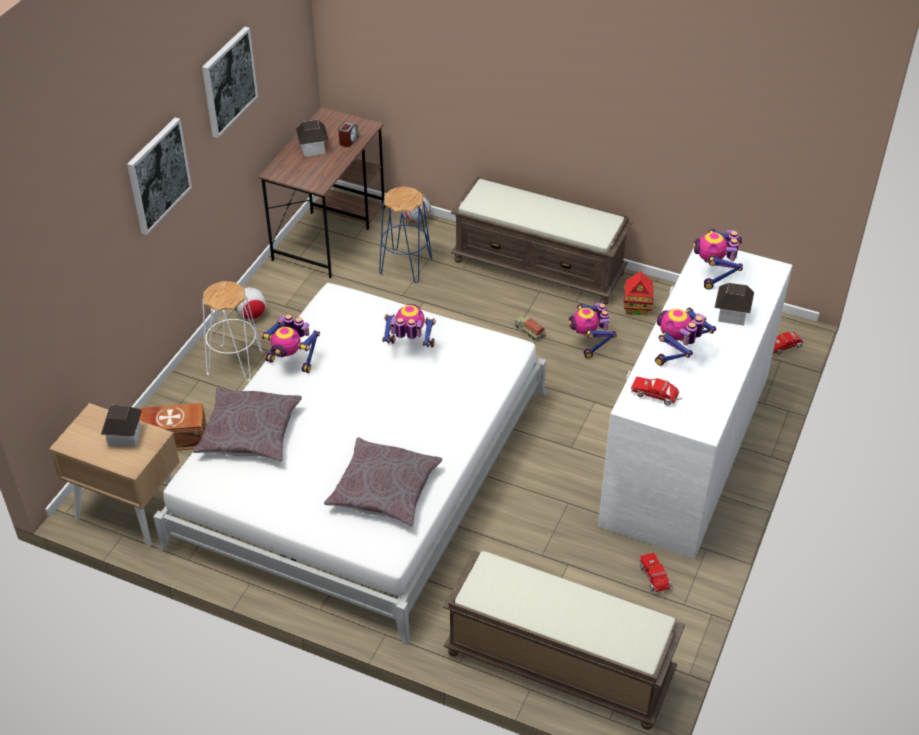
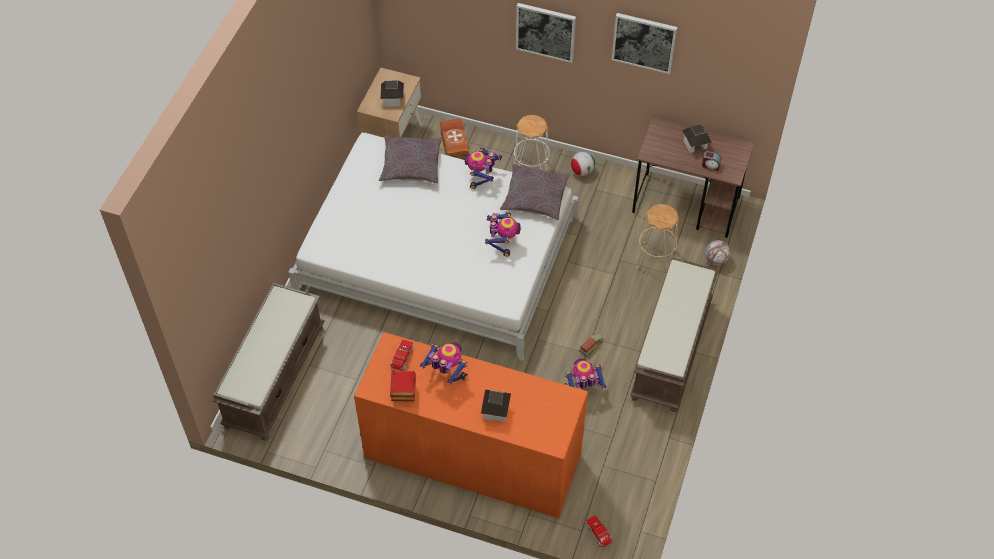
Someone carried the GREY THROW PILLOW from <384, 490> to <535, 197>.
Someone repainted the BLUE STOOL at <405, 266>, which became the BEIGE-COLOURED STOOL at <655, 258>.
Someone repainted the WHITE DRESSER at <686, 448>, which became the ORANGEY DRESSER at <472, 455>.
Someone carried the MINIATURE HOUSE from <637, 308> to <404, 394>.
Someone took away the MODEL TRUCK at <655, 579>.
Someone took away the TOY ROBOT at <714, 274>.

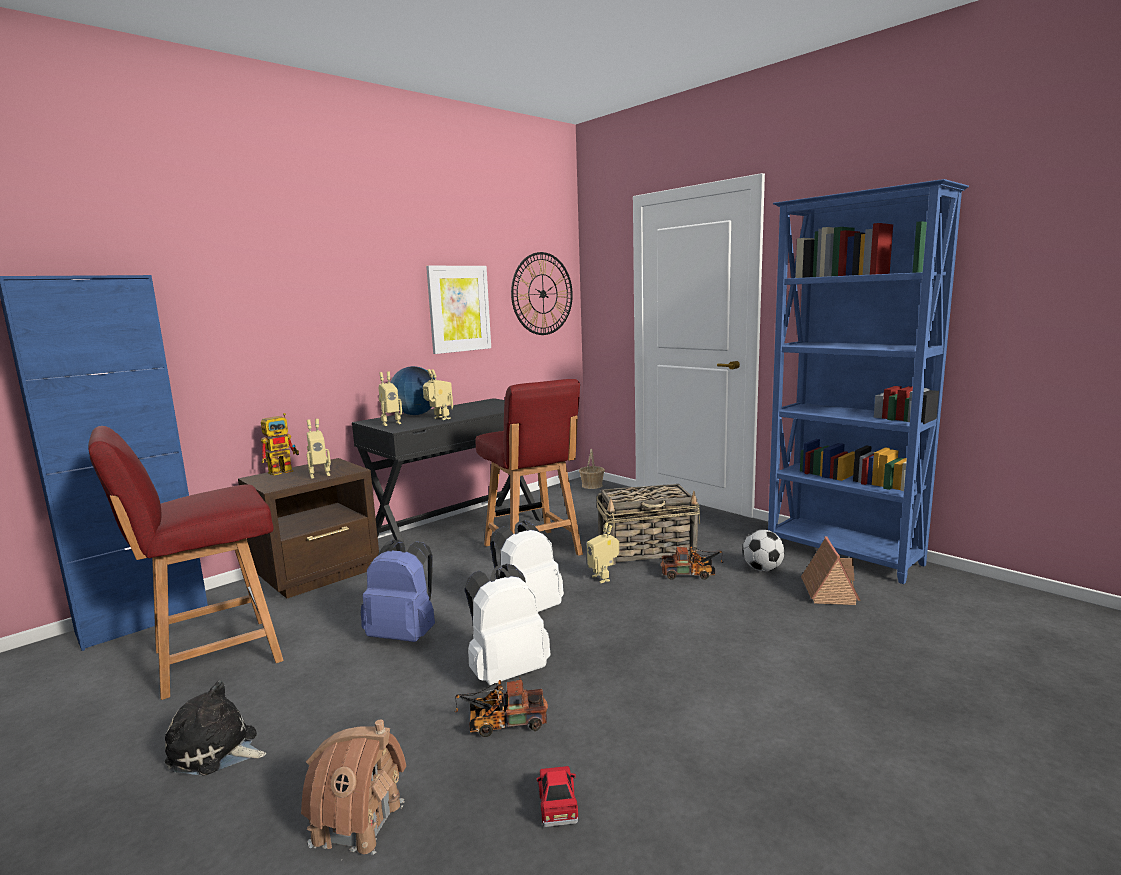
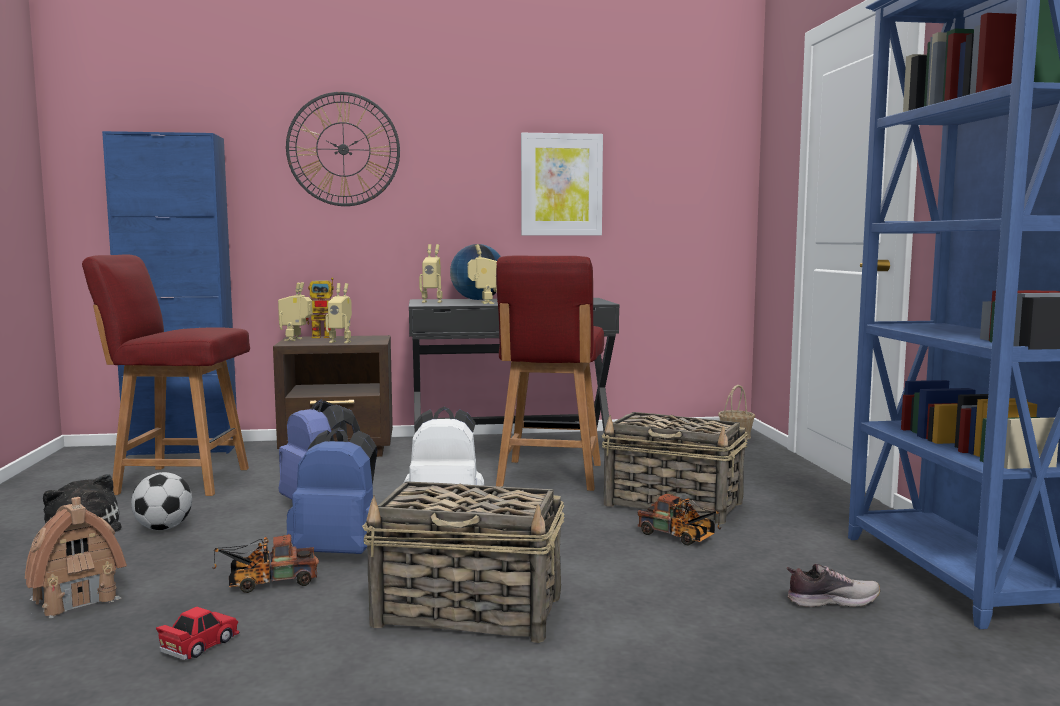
Someone rotated the MODEL TRUCK at <502, 724> by 45 degrees counterclockwise.
Someone repainted the WHITE BACKPACK at <506, 672>, which became the BLUE BACKPACK at <340, 553>.
Someone carried the CLOCK ON THE WALL from <542, 294> to <343, 149>.
Someone carried the TOY ROBOT from <604, 578> to <296, 339>.
Someone carried the FOOTBALL BALL from <762, 569> to <164, 528>.
Someone swapped the MINIATURE HOUSE at <828, 591> for the ITEM OF FOOTWEAR at <831, 601>.
Someone put down the STORAGE BASKET at <470, 612>.

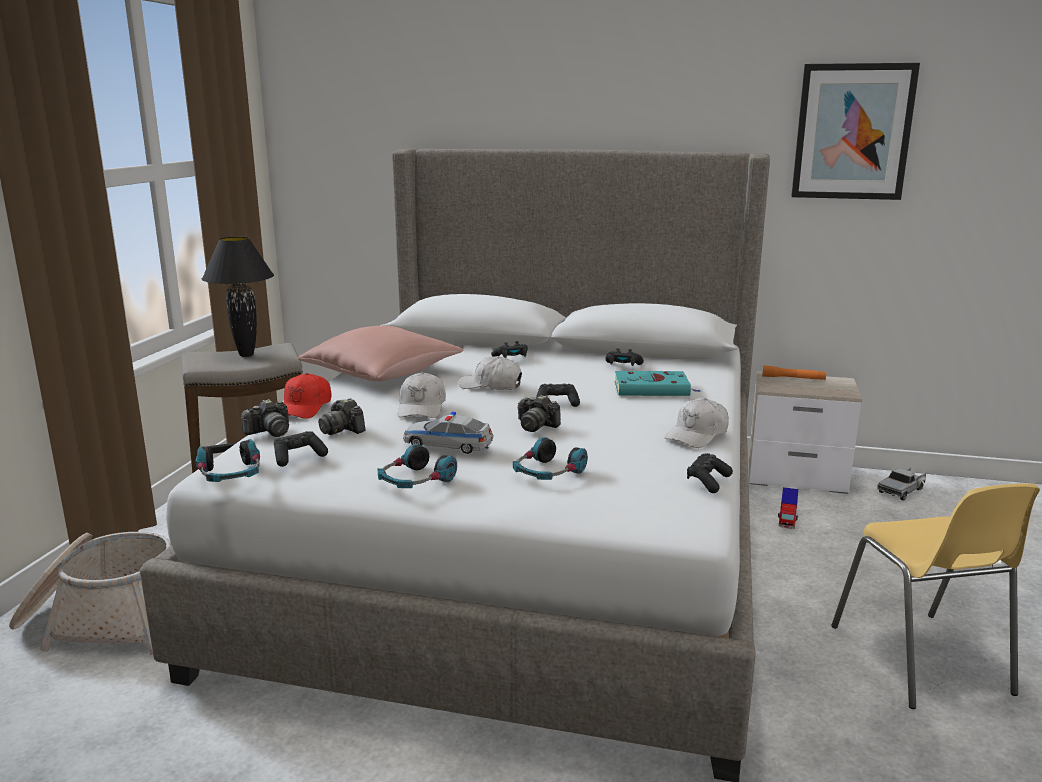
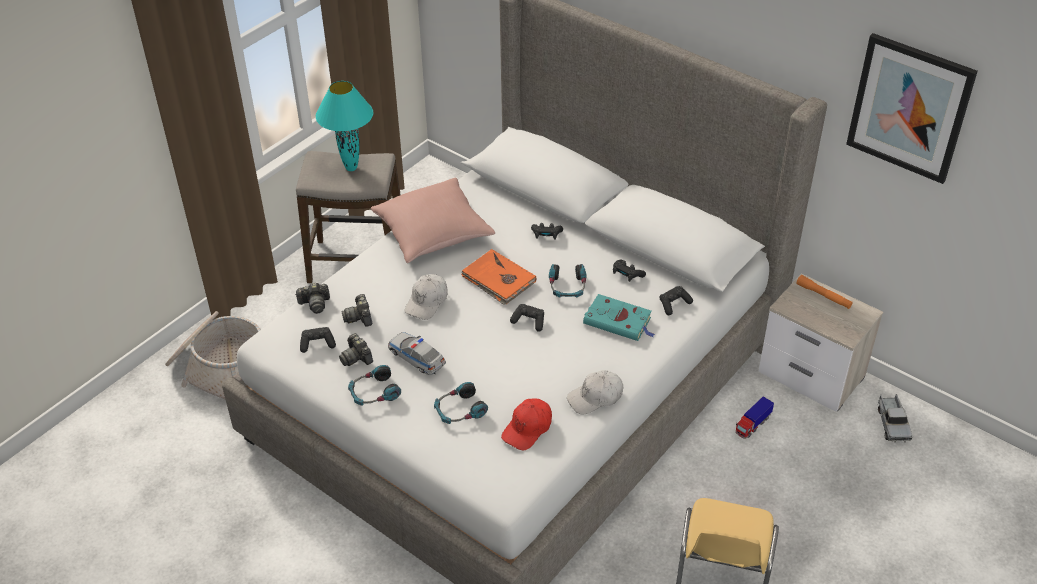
Someone carried the HEADSET from <231, 475> to <567, 287>.
Someone repainted the BLACK TABLE LAMP at <247, 355>, which became the TURQUOISE-COLOURED TABLE LAMP at <351, 168>.
Someone carried the RED CAP from <305, 408> to <528, 429>.
Someone swapped the WHITE CAP at <491, 386> for the ORANGEY BOUND BOOK at <498, 280>.
Someone carried the PHOTO CAMERA from <536, 426> to <356, 357>.
Someone carried the BLACK GAMEPAD from <708, 482> to <674, 304>.
Someone rotated the MODEL TRUCK at <902, 490> by 75 degrees counterclockwise.

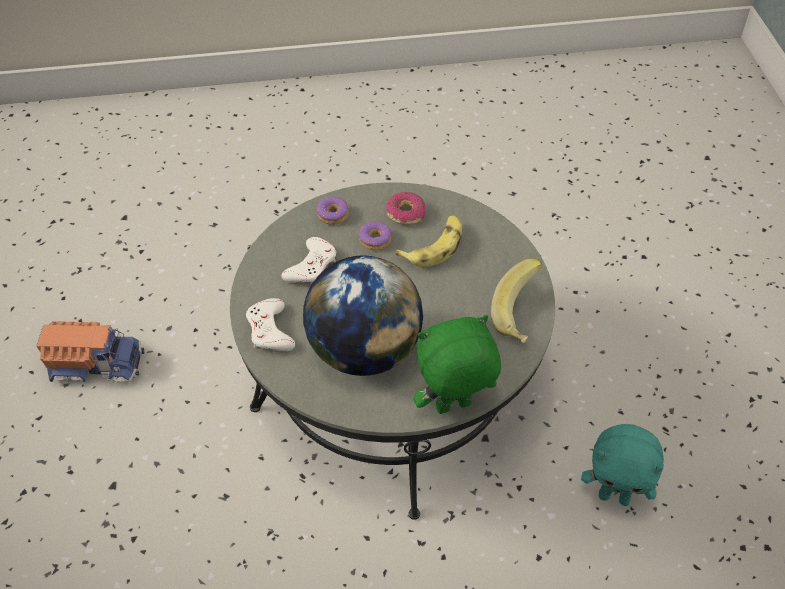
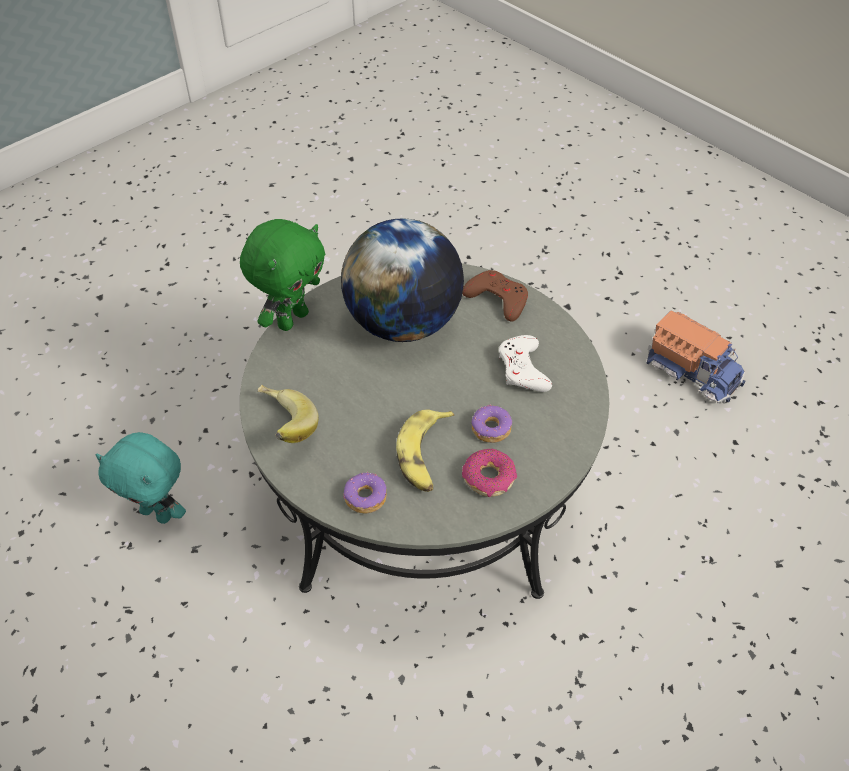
Someone rotated the MODEL TRUCK at <95, 363> by 105 degrees counterclockwise.
Someone repainted the WHITE GAMEPAD at <270, 330>, which became the BROWN GAMEPAD at <497, 299>.
Someone carried the DONUT from <333, 215> to <365, 497>.
Someone rotated the TURQUOISE-COLOURED CUDDLY TOY at <614, 496> by 135 degrees counterclockwise.

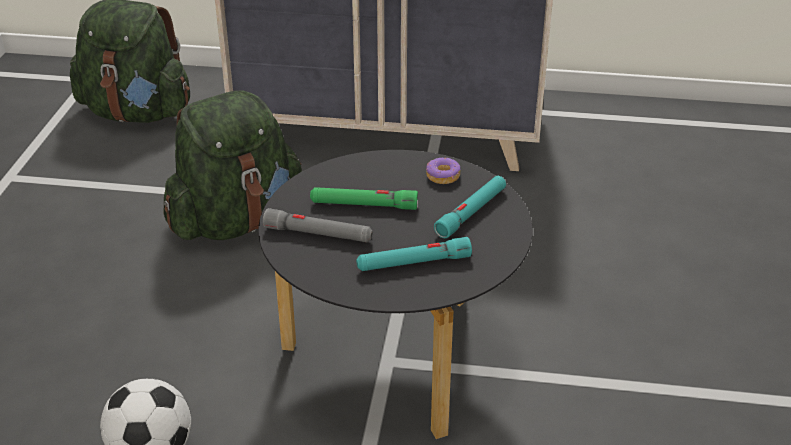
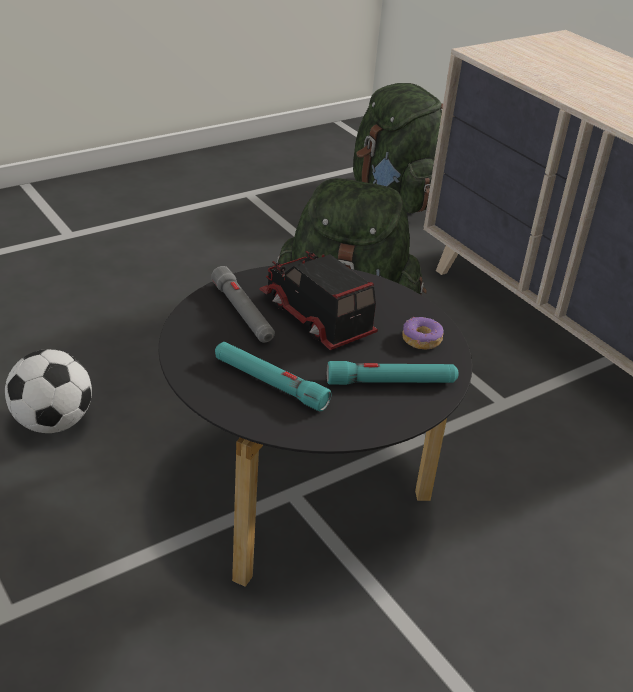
Someone swapped the GREEN FLASHLIGHT at <364, 205> for the MODEL TRUCK at <315, 317>.

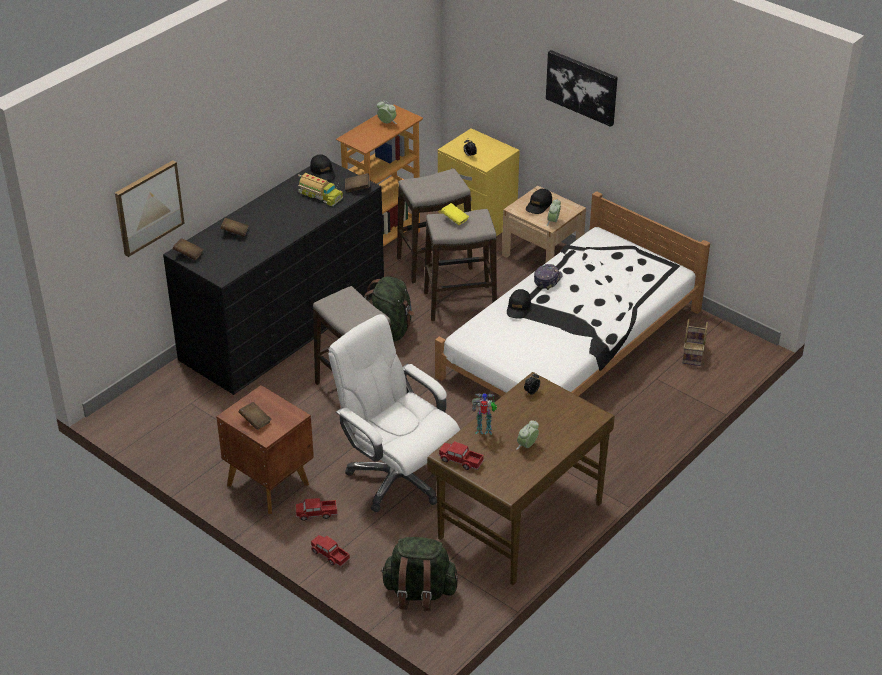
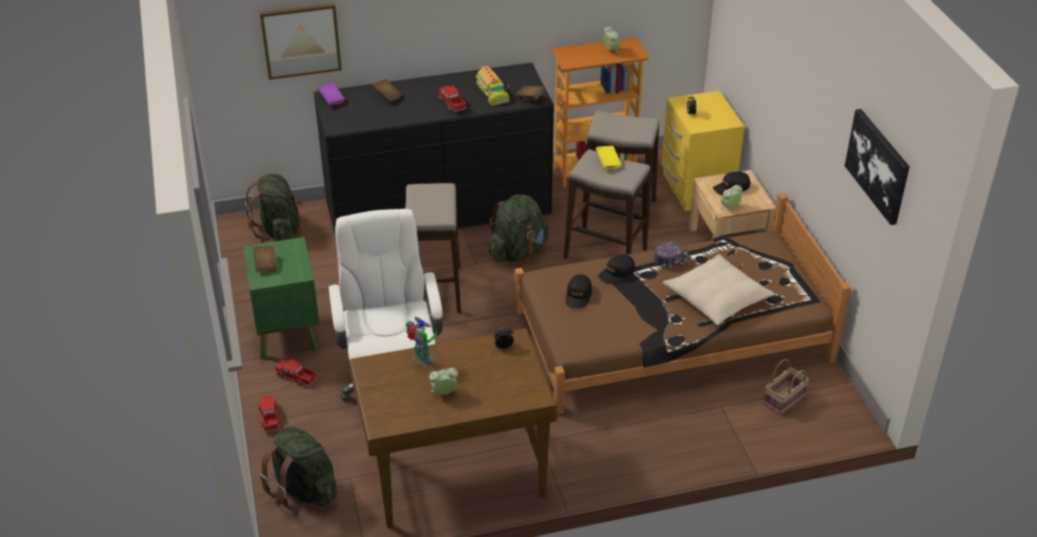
Someone repainted the BROWN BOUND BOOK at <188, 255>, which became the PURPLE BOUND BOOK at <331, 100>.
Someone repainted the BROWN BEDSIDE TABLE at <268, 483>, which became the GREEN BEDSIDE TABLE at <287, 333>.
Someone carried the BLACK CAP from <323, 172> to <578, 295>.
Someone repainted the WHITE BEDROOM BED at <571, 343>, which became the BROWN BEDROOM BED at <671, 335>.
Someone carried the MODEL TRUCK from <460, 461> to <452, 104>.
Someone carried the WALL PICTURE from <582, 87> to <878, 165>.
Someone put down the GREEN BACKPACK at <279, 230>.
Someone put down the BEIGE-COLOURED THROW PILLOW at <716, 298>.

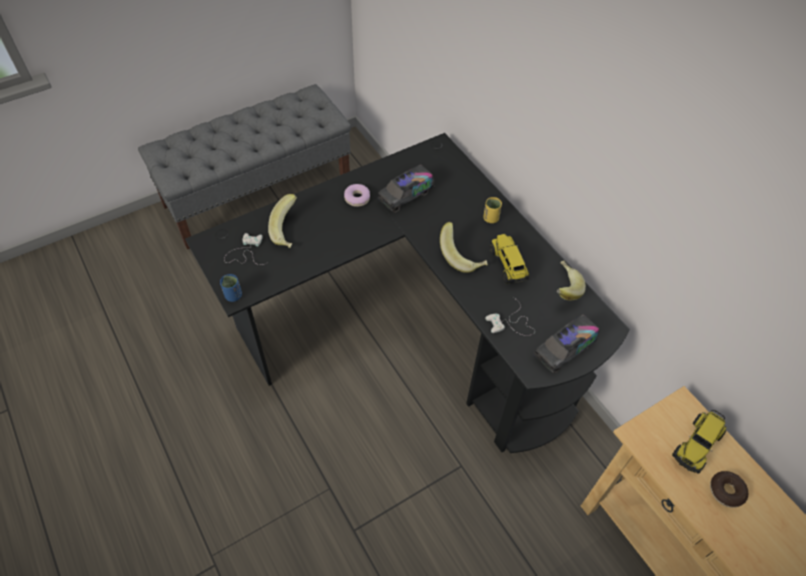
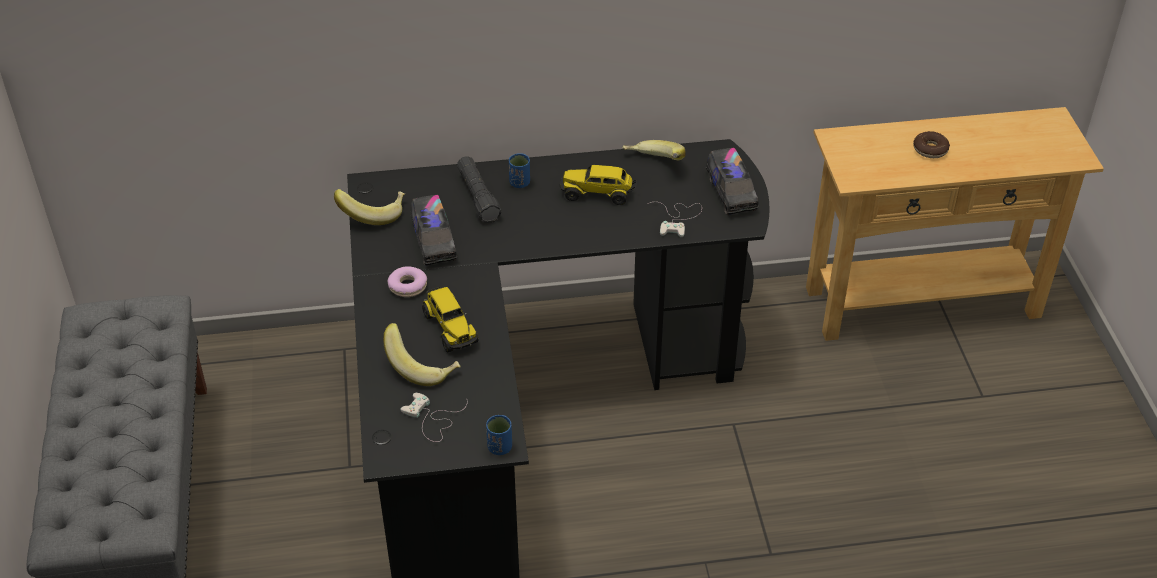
Someone carried the WHOLE BANANA from <462, 257> to <373, 214>.
Someone repainted the YELLOW SMALL CUP at <490, 218>, which became the BLUE SMALL CUP at <519, 183>.
Someone carried the MODEL TRUCK from <697, 445> to <450, 328>.
Someone put down the BLACK FLASHLIGHT at <478, 197>.

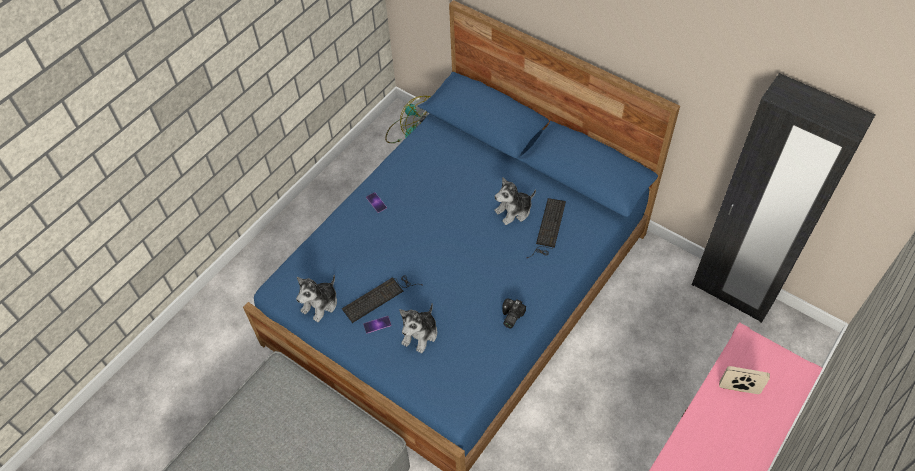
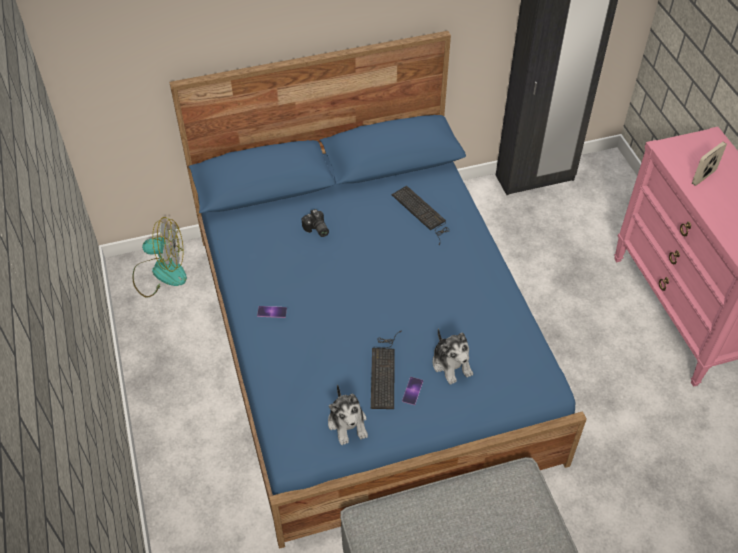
Someone took away the CUDDLY TOY at <514, 211>.
Someone carried the PHOTO CAMERA from <510, 316> to <316, 230>.

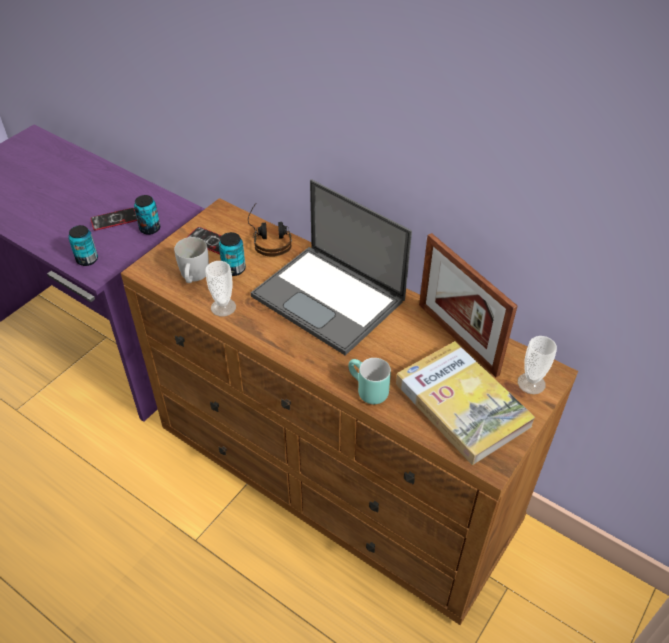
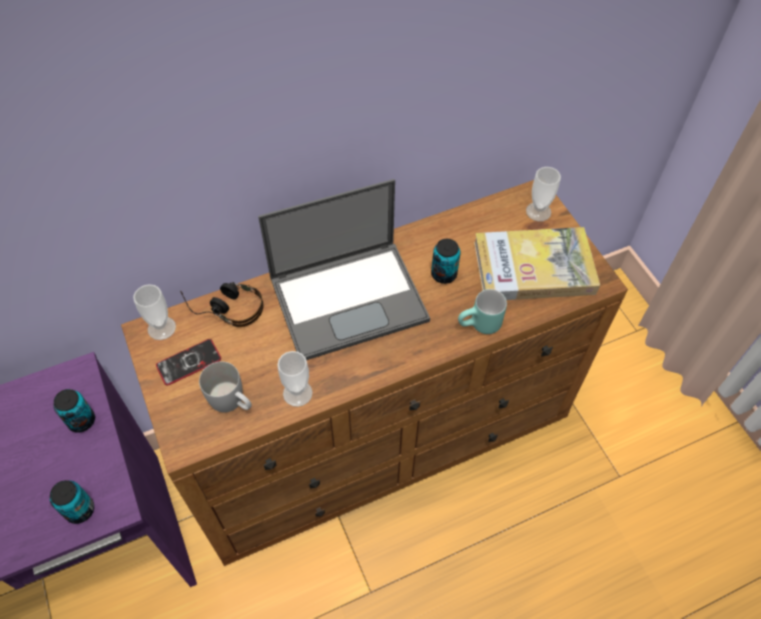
Someone took away the HANDSET at <114, 220>.
Someone carried the CAN from <234, 269> to <444, 274>.
Someone took away the PICTURE FRAME at <457, 338>.
Someone put down the SMALL CUP at <161, 328>.

